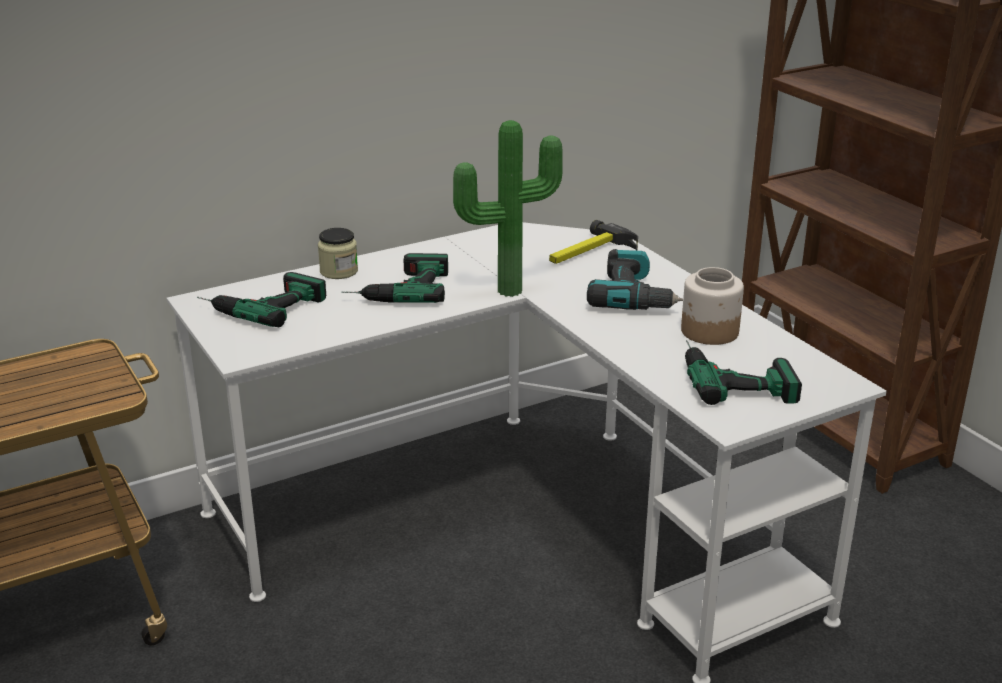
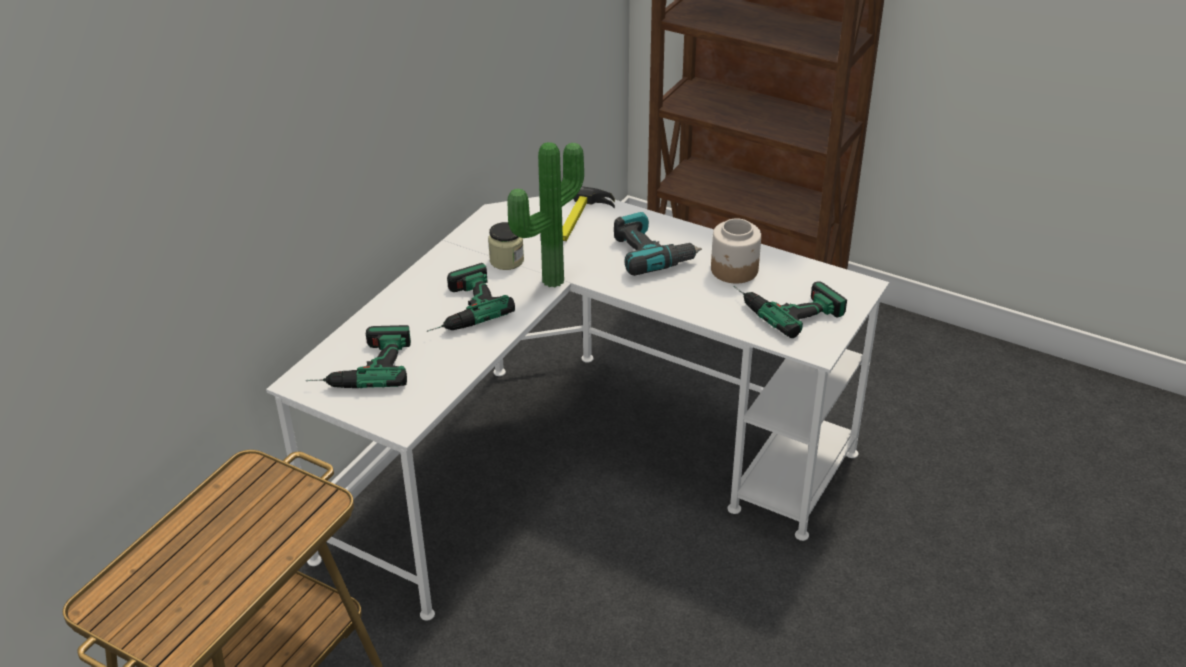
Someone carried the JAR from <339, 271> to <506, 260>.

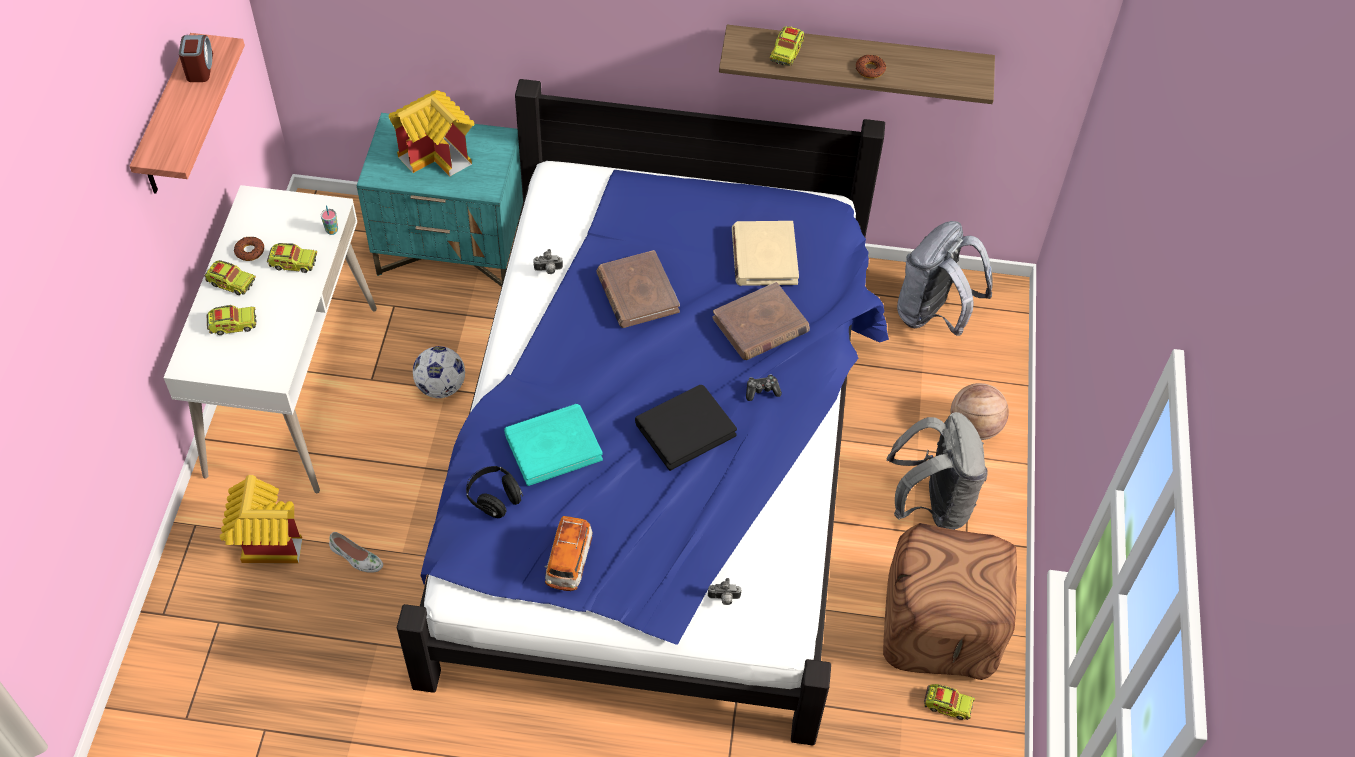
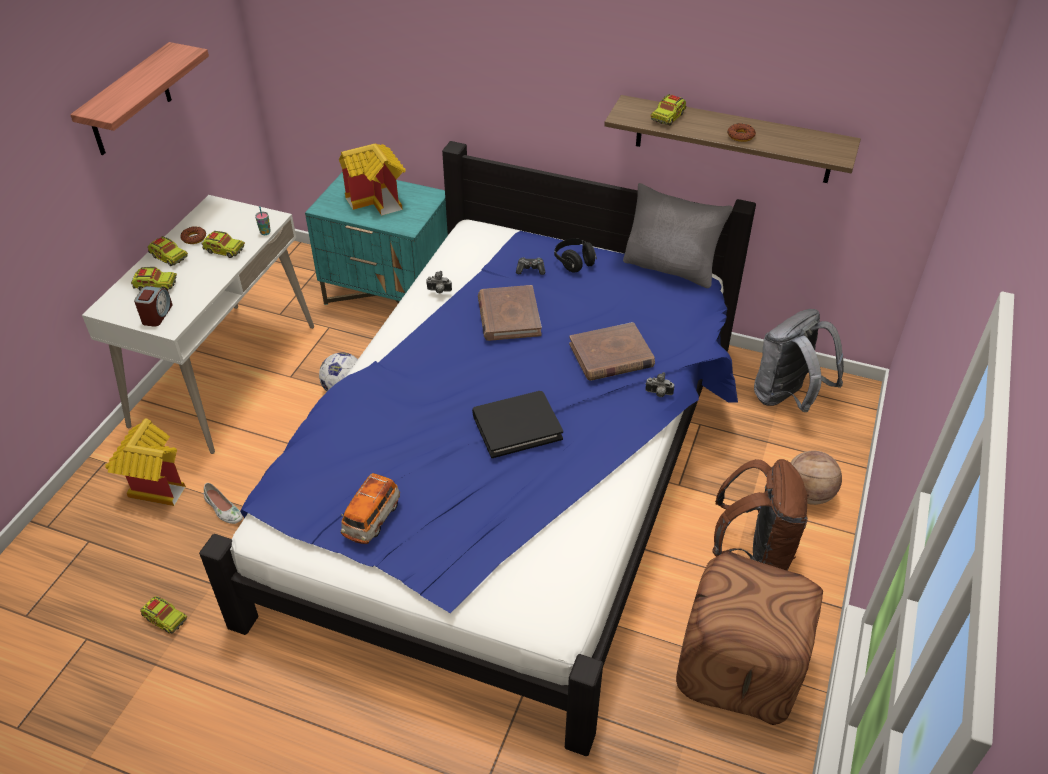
Someone carried the TABLE CLOCK from <200, 68> to <157, 315>.
Someone carried the BLACK HEADSET from <494, 498> to <574, 262>.
Someone took away the TURQUOISE-COLOURED BOUND BOOK at <553, 446>.
Someone carried the PHOTO CAMERA from <724, 599> to <658, 394>.
Someone took away the BEIGE-COLOURED BOUND BOOK at <764, 256>.
Someone carried the GAMEPAD from <762, 390> to <530, 270>.
Someone repainted the GREY BACKPACK at <931, 503>, which became the BROWN BACKPACK at <754, 553>.
Someone carried the MODEL TRUCK from <947, 705> to <165, 619>.
Someone put down the GREY THROW PILLOW at <671, 268>.

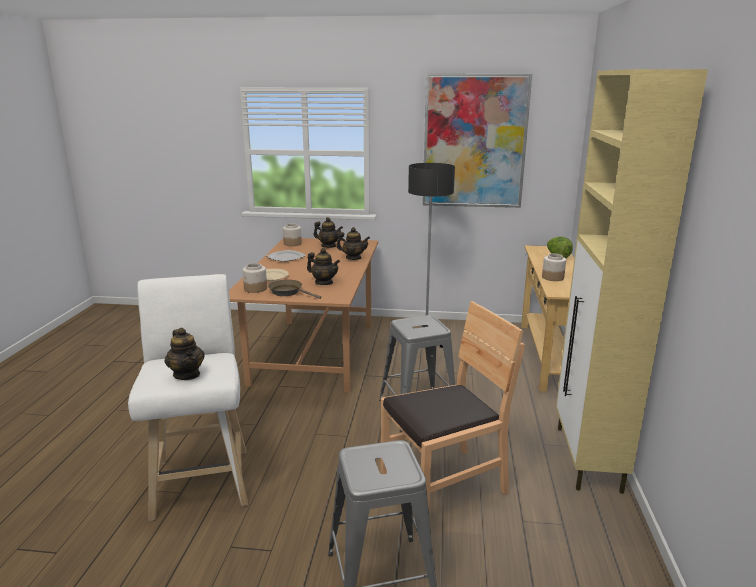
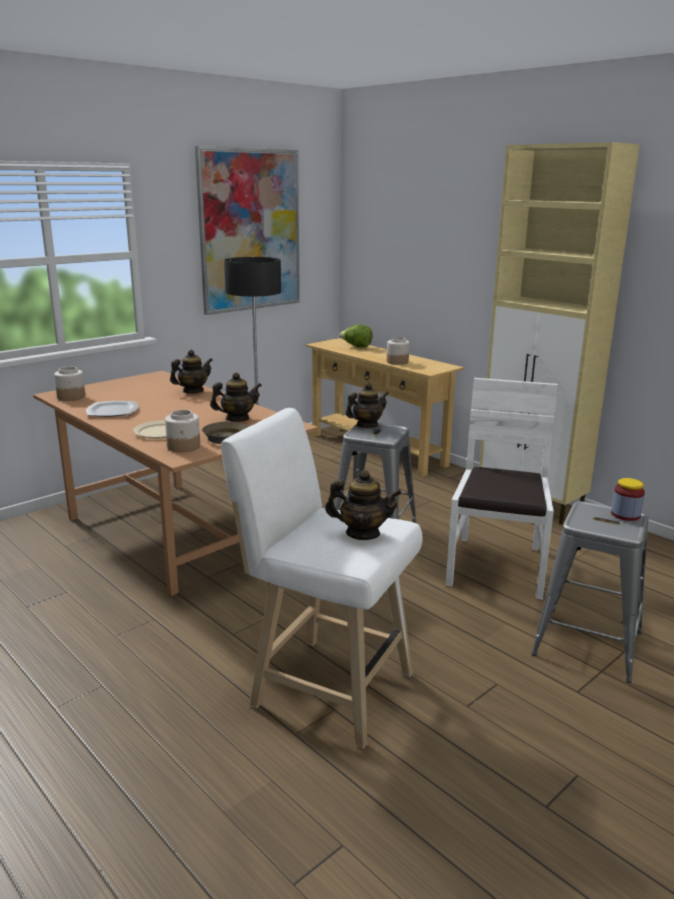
Someone carried the TEAPOT from <328, 246> to <366, 425>.
Someone repainted the BROWN PLAIN CHAIR at <443, 484>, which became the WHITE PLAIN CHAIR at <496, 566>.
Someone put down the JAR at <625, 515>.

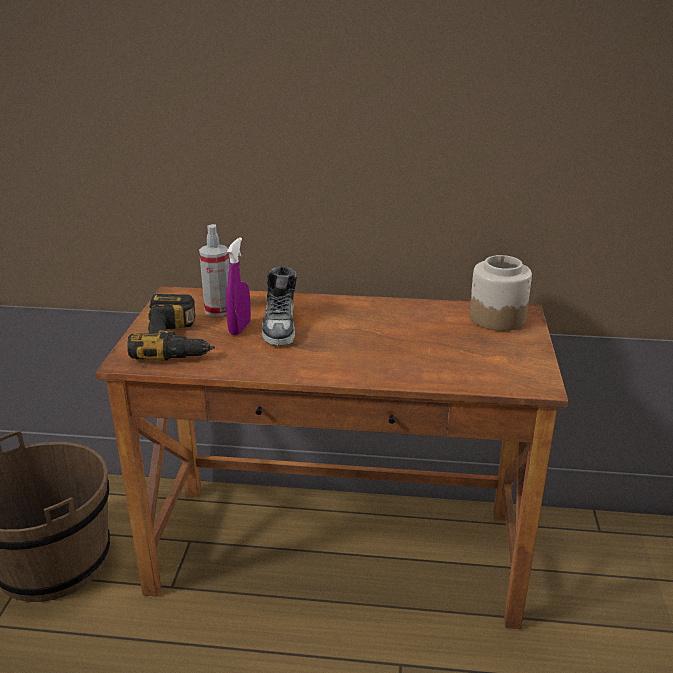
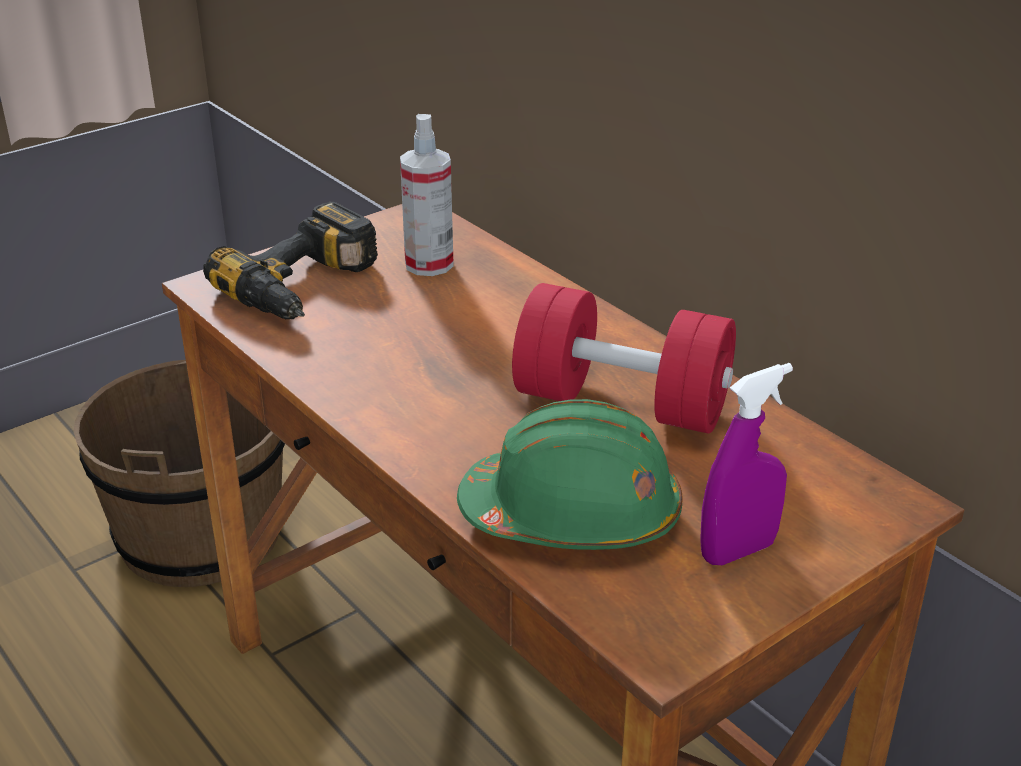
Someone carried the PURPLE SPRAY BOTTLE from <240, 328> to <738, 551>.
Someone took away the ITEM OF FOOTWEAR at <280, 326>.
Someone took away the JAR at <497, 318>.
Someone put down the GREEN SAFETY HELMET at <573, 515>.
Someone put down the RED FREE WEIGHT at <622, 404>.

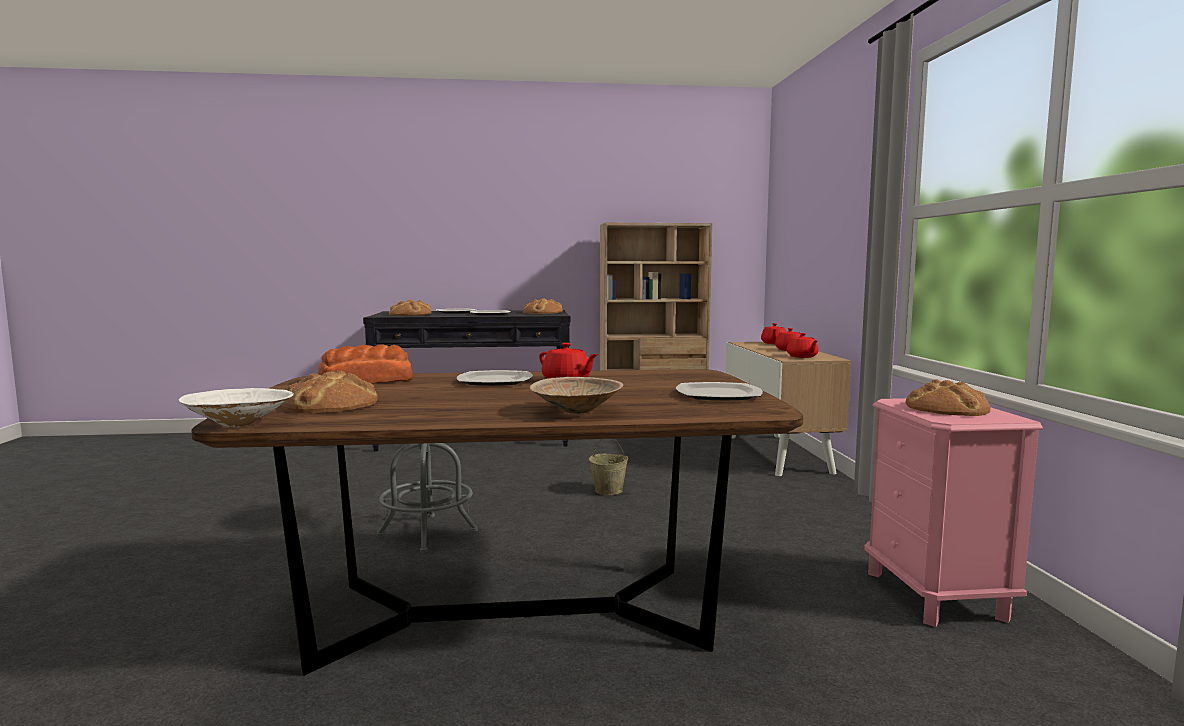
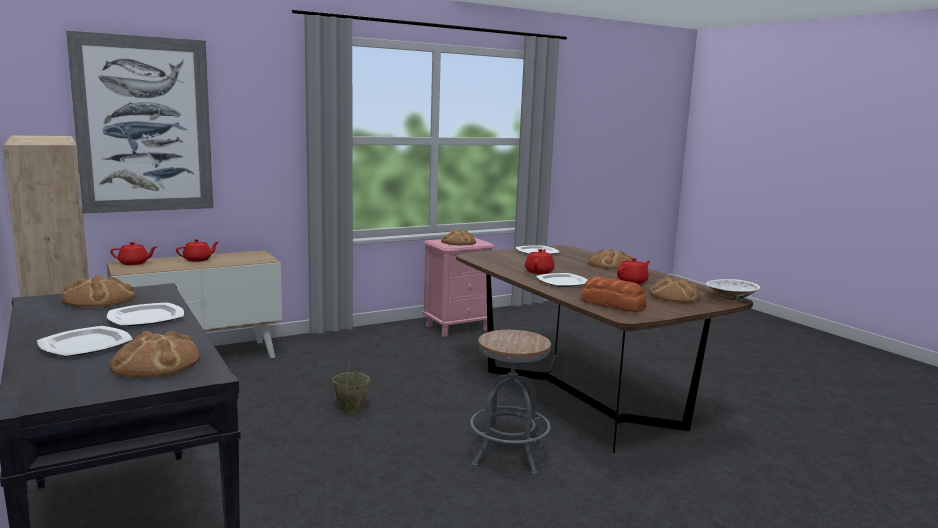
Someone swapped the BEIGE-COLOURED BOWL at <575, 412> for the BAKED BREAD at <609, 264>.
Someone carried the RED TEAPOT from <802, 357> to <632, 281>.
Someone put up the WALL PICTURE at <144, 125>.

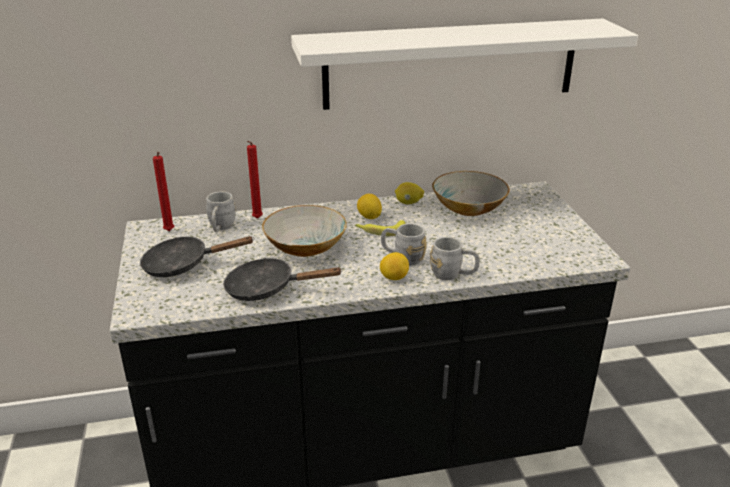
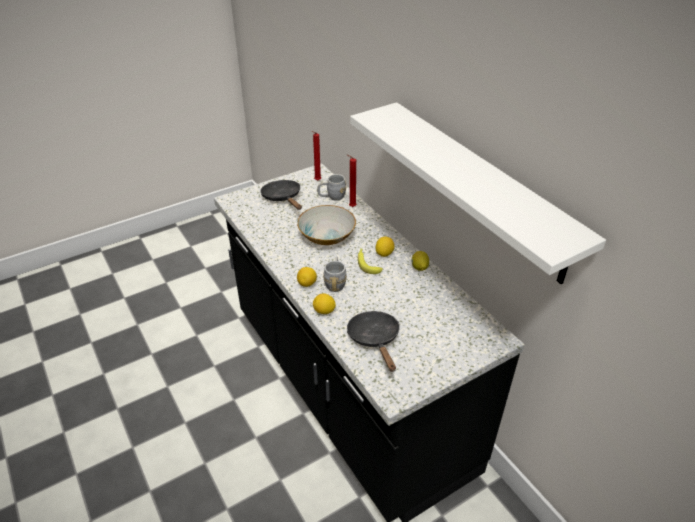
Someone carried the BLACK FRYING PAN from <267, 289> to <375, 339>.
Someone swapped the GREY TEA MUG at <453, 275> for the WHOLE LEMON at <324, 311>.
Someone took away the BOWL at <468, 208>.

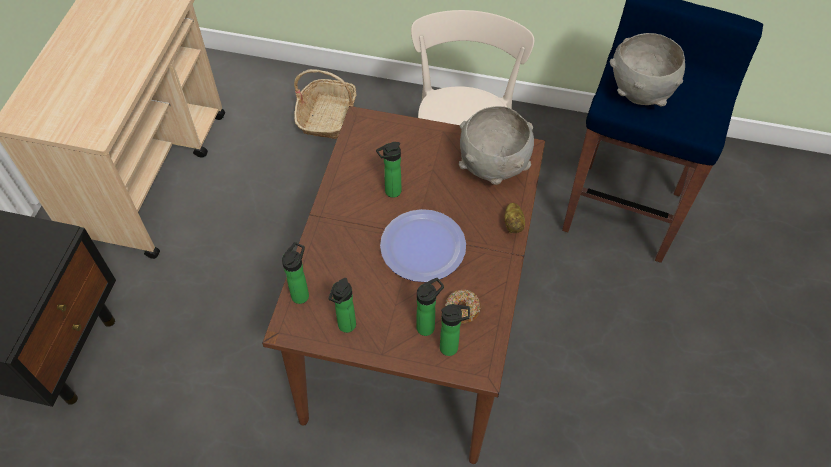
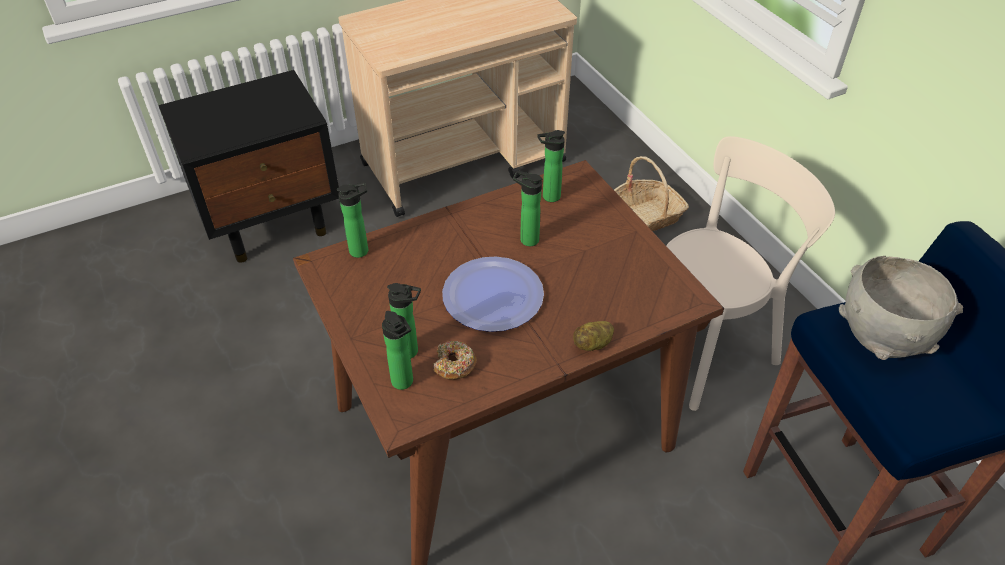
Someone carried the BEVERAGE BOTTLE from <345, 327> to <548, 197>.
Someone took away the GREY BOWL at <493, 167>.

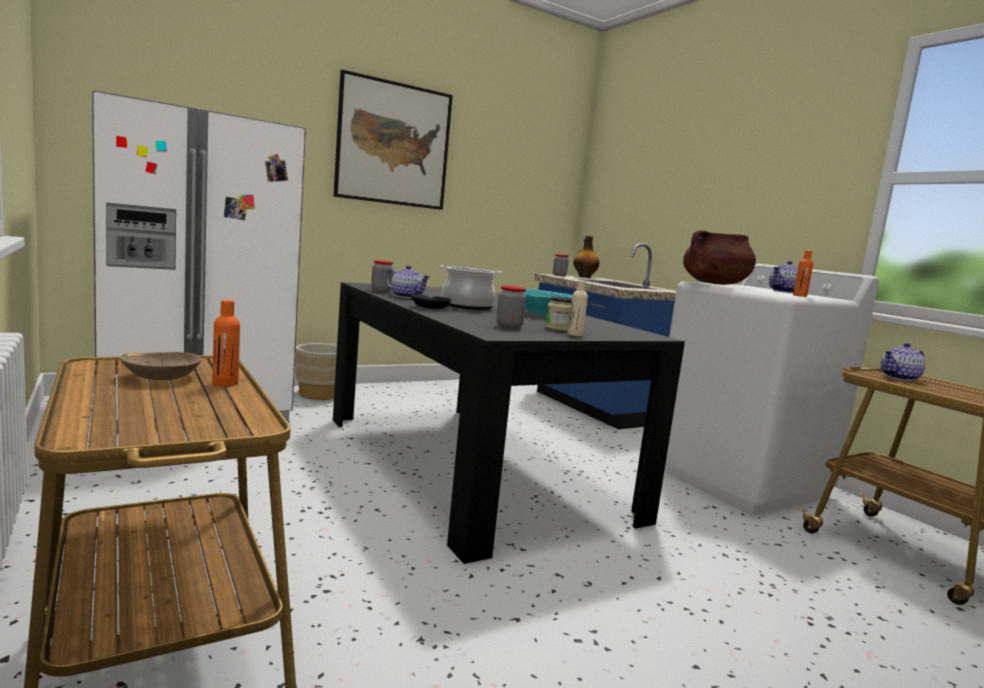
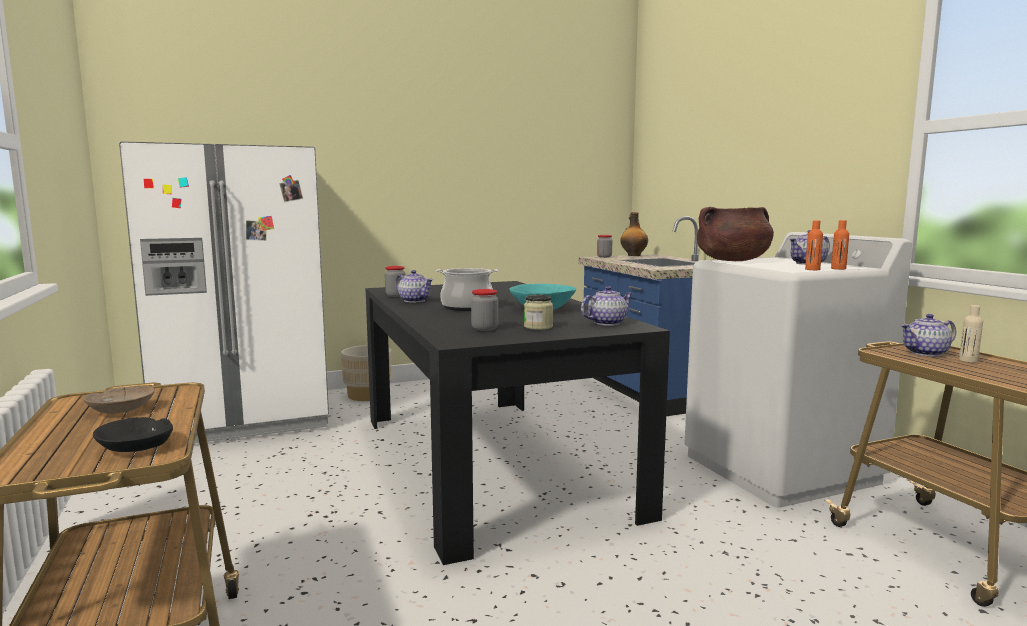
Someone carried the ORANGEY BEVERAGE BOTTLE from <225, 383> to <838, 269>.
Someone took away the WALL PICTURE at <393, 144>.
Someone carried the BLACK BOWL from <429, 308> to <137, 446>.
Someone carried the BEIGE-COLOURED BEVERAGE BOTTLE from <575, 334> to <968, 360>.
Someone put down the TEAPOT at <606, 323>.

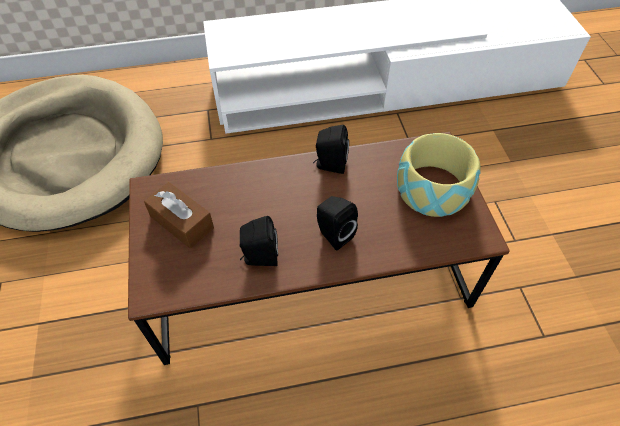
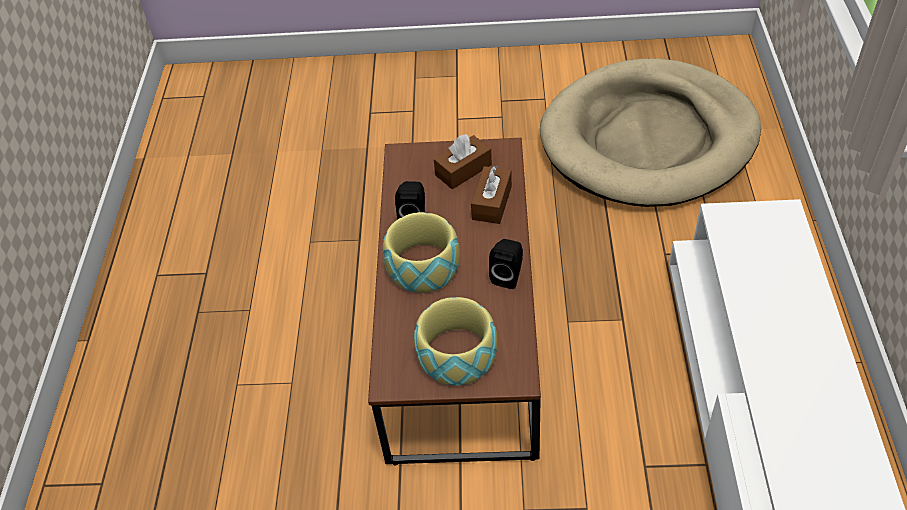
Someone swapped the BLACK SPEAKER at <333, 234> for the BOWL at <424, 267>.
Someone put down the BROWN TISSUE BOX at <492, 203>.

